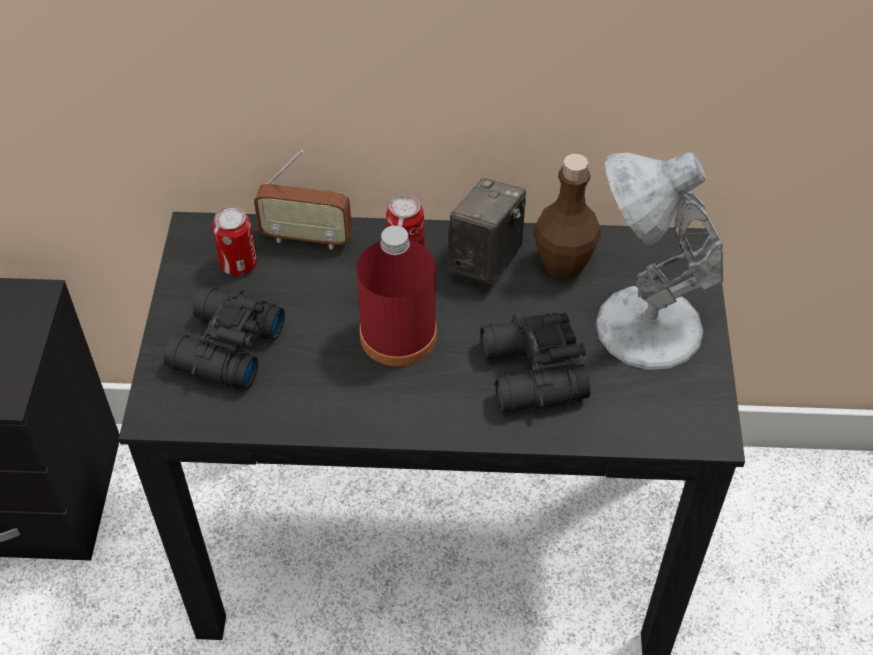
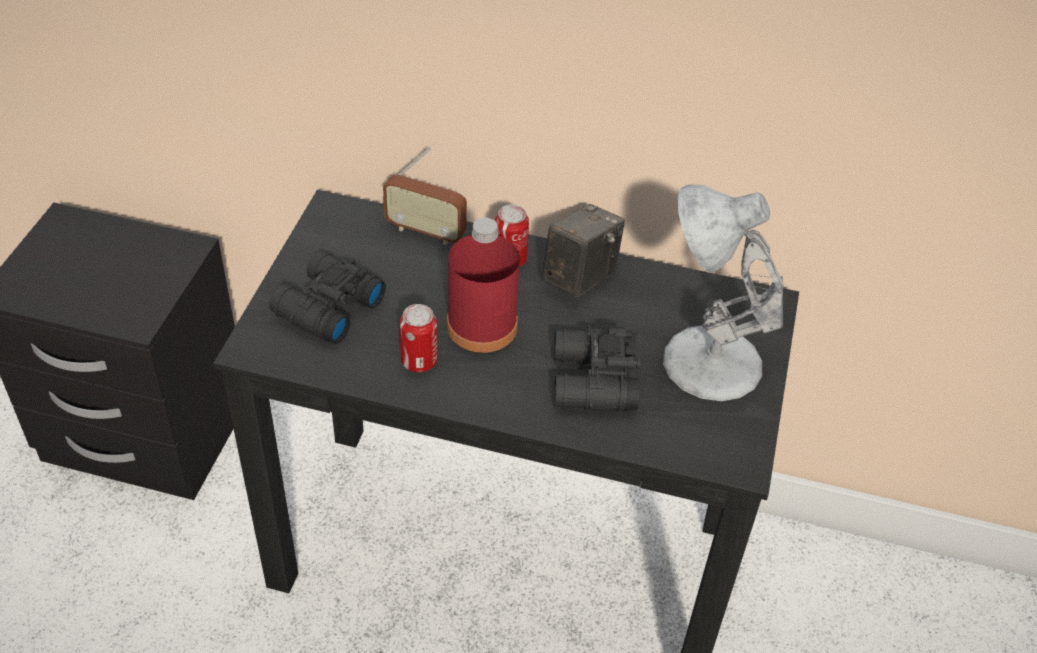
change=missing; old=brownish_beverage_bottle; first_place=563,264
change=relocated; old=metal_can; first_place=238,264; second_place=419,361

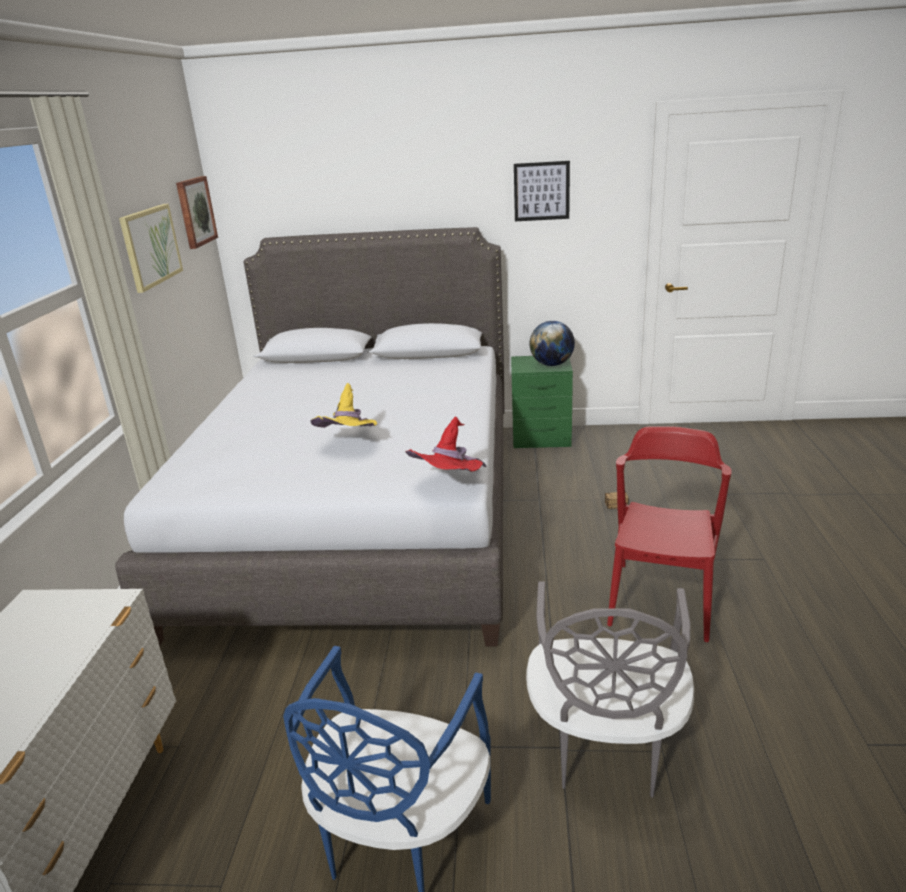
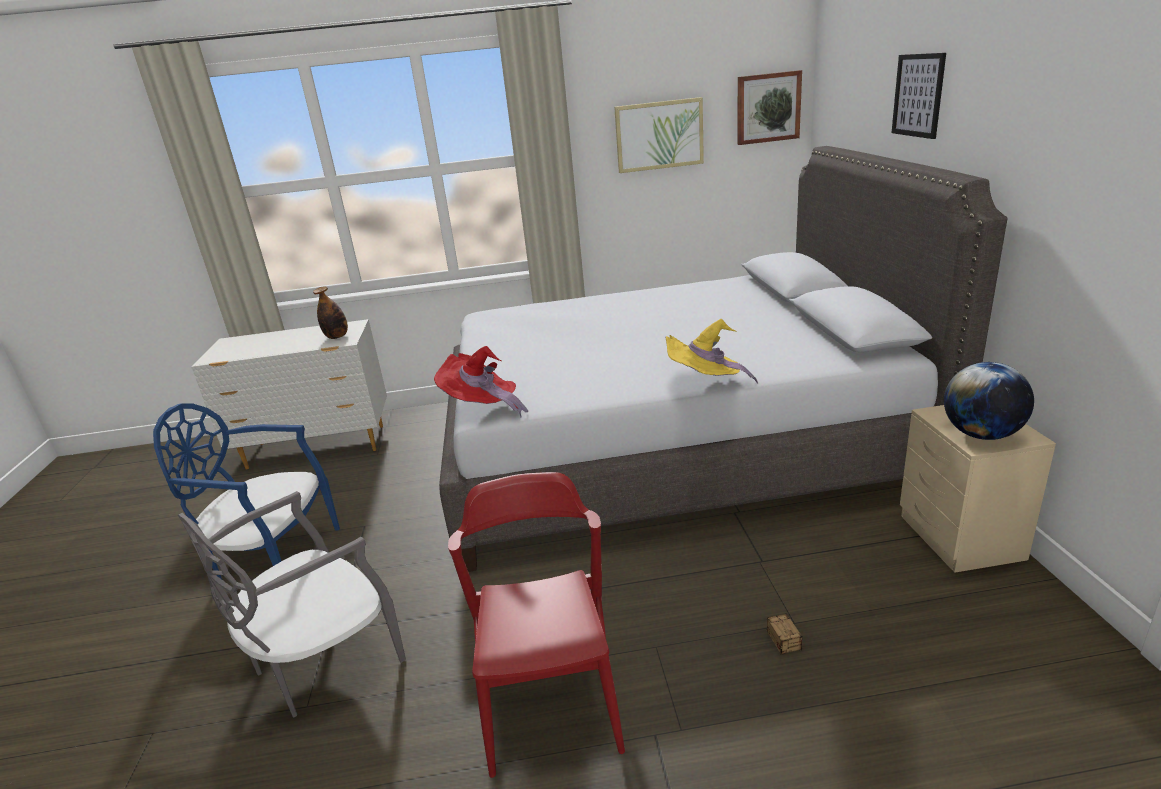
change=relocated; old=picture; first_place=541,191; second_place=918,95
change=colour; old=green_bedside_table; new=beige_bedside_table; first_place=542,438; second_place=959,538
change=relocated; old=yellow_clothing_hat; first_place=350,444; second_place=705,384
change=spun; old=red_chair; first_place=661,600; second_place=551,701; degrees=-105
change=spun; old=gray_chair; first_place=605,747; second_place=322,662; degrees=-45
change=appeared; new=beverage_bottle; second_place=337,337

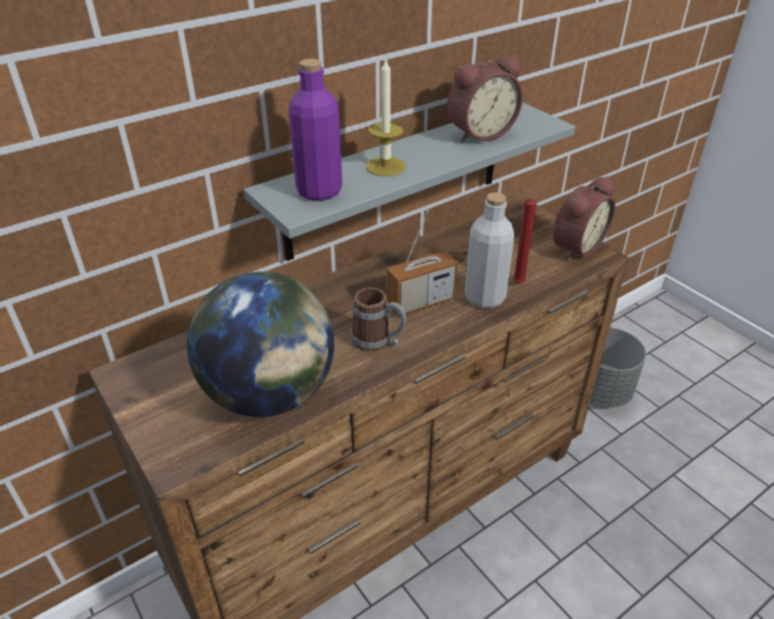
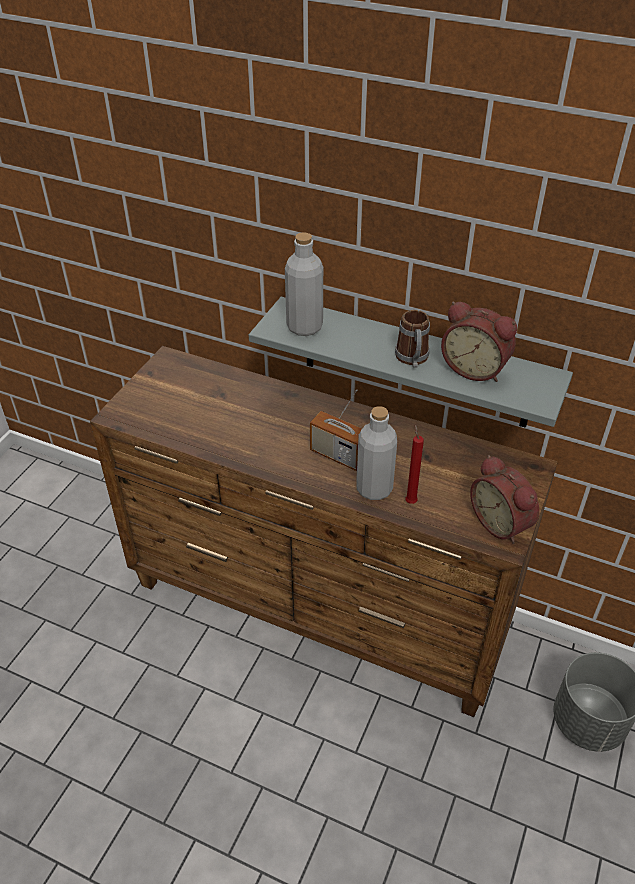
change=colour; old=purple-coloured_beverage_bottle; new=gray_beverage_bottle; first_place=319,191; second_place=304,327
change=missing; old=candle; first_place=385,166
change=spun; old=alarm_clock; first_place=575,247; second_place=502,522; degrees=45
change=missing; old=desk_globe; first_place=270,394
change=relocated; old=coffee_mug; first_place=378,341; second_place=412,359

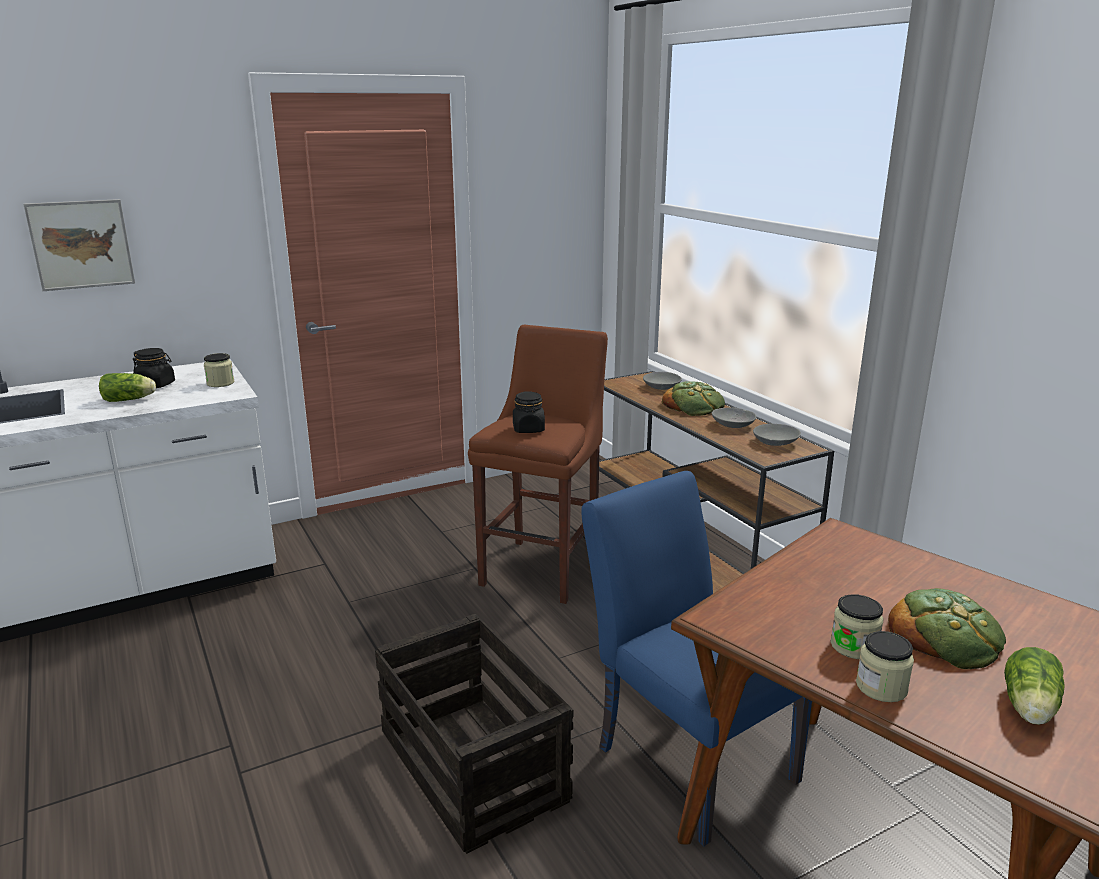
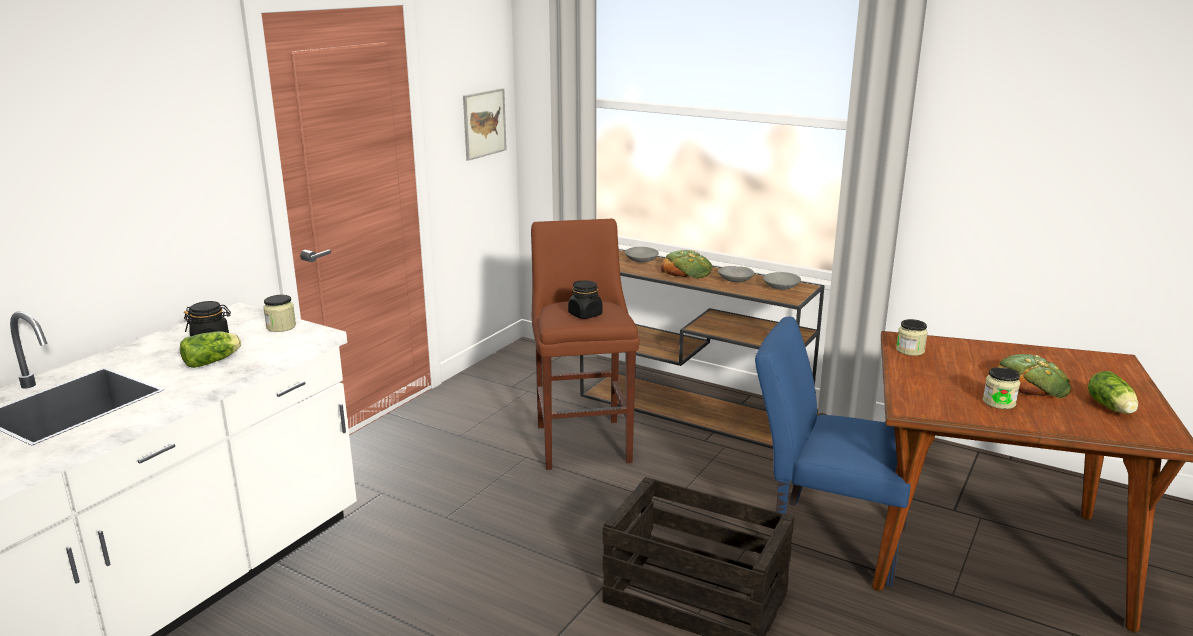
change=relocated; old=picture; first_place=81,244; second_place=484,123
change=relocated; old=jar; first_place=881,687; second_place=910,350

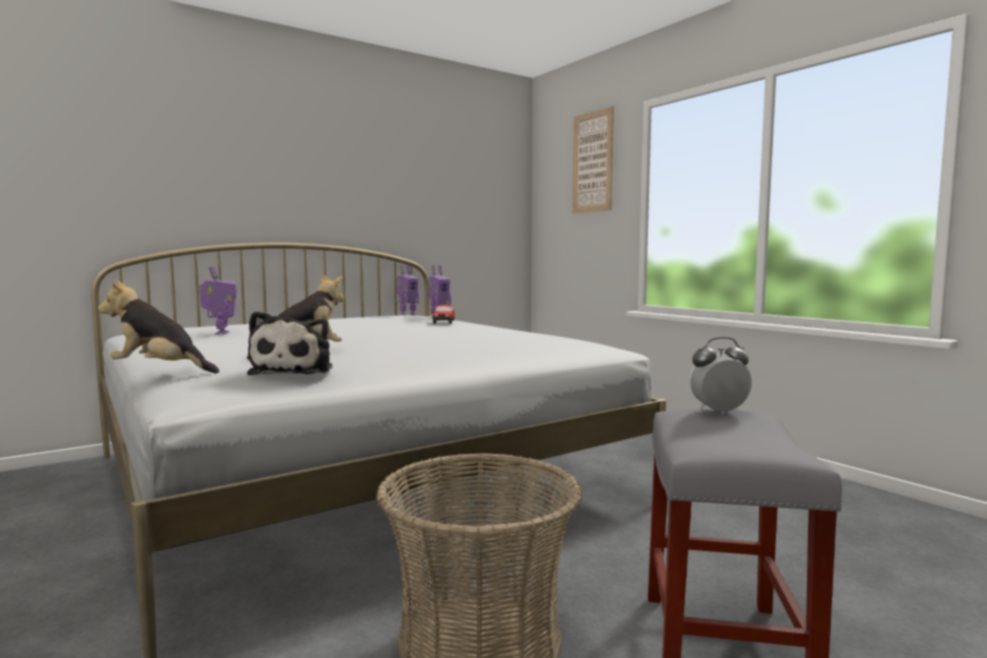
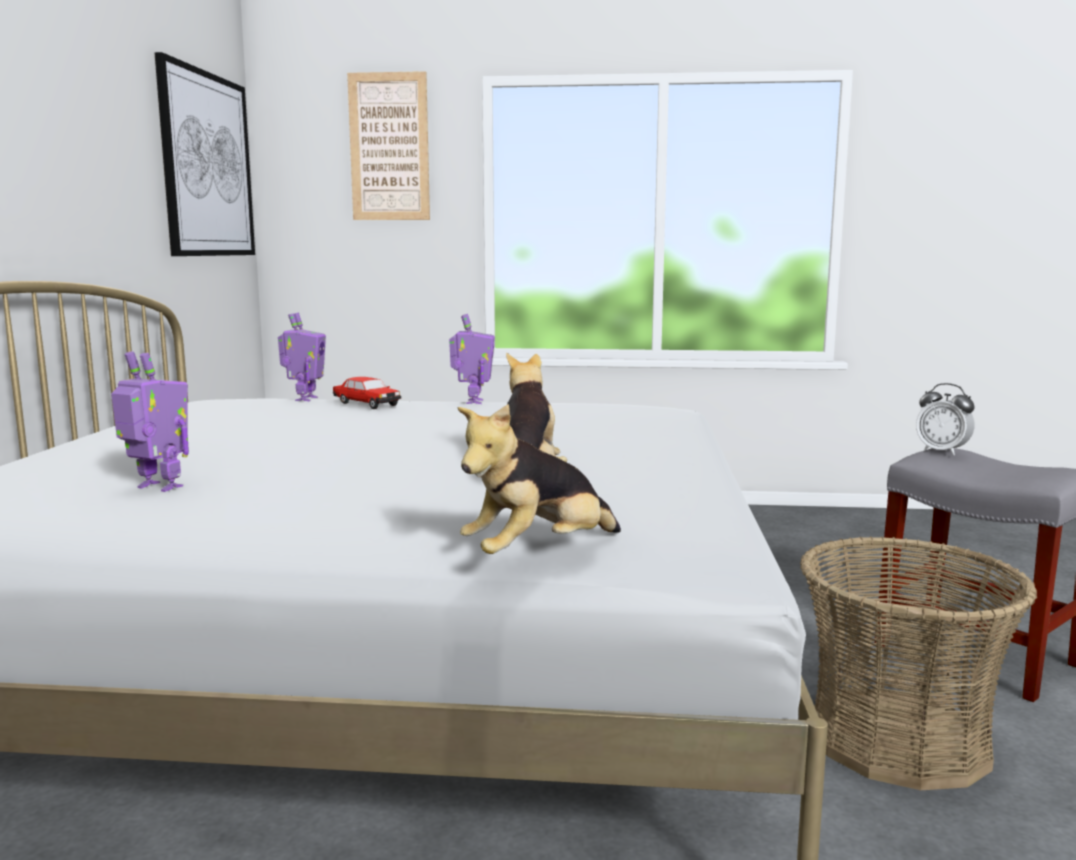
change=relocated; old=toy_robot; first_place=407,314; second_place=473,402
change=missing; old=cuddly_toy; first_place=295,371
change=spun; old=alarm_clock; first_place=718,411; second_place=942,451; degrees=-75
change=appeared; new=picture; second_place=207,165

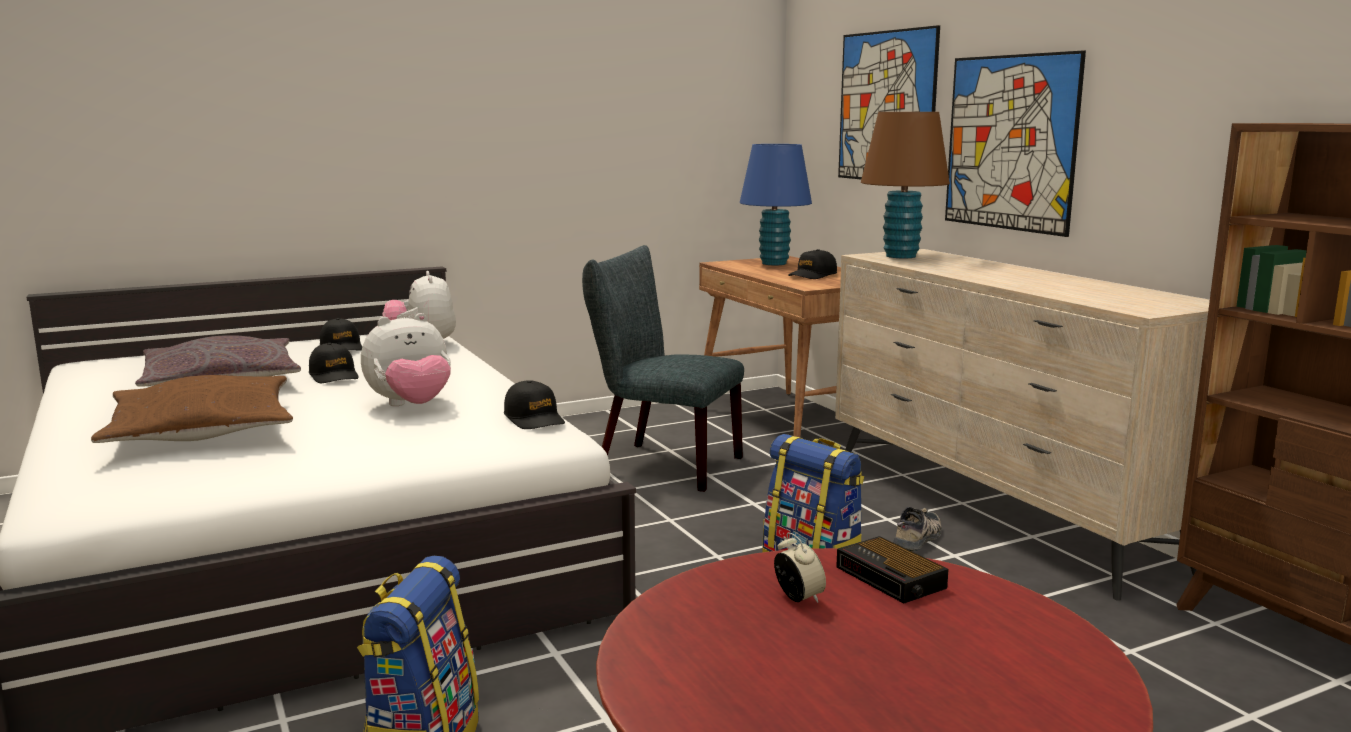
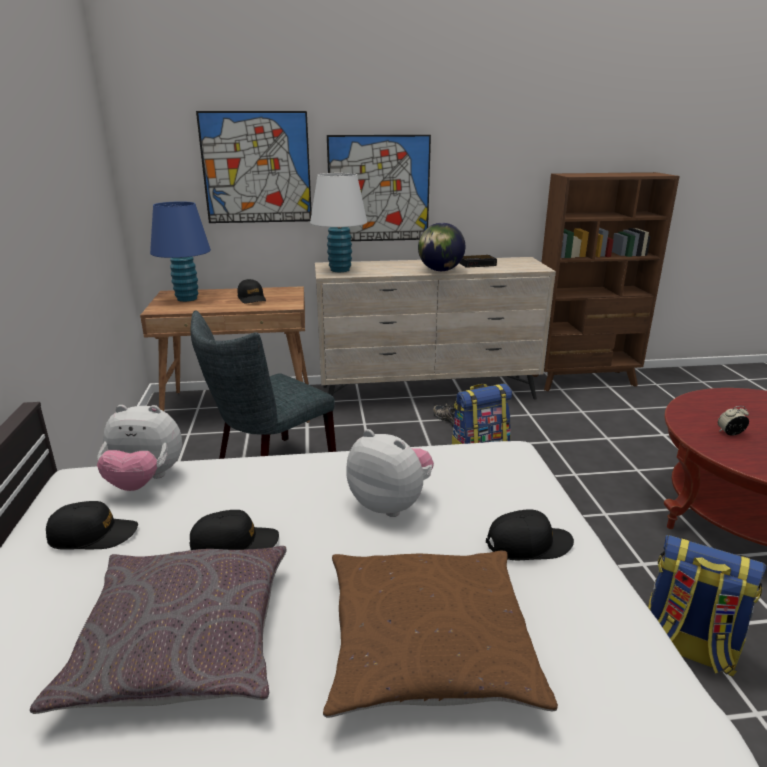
change=colour; old=brownish_tabletop_lamp; new=white-coloured_tabletop_lamp; first_place=901,256; second_place=340,270
change=spun; old=cuddly_toy; first_place=411,406; second_place=391,504; degrees=-45
change=relocated; old=black-coloured_cap; first_place=534,419; second_place=528,544
change=relocated; old=alarm_clock; first_place=892,578; second_place=478,264
change=appeared; new=desk_globe; second_place=440,270

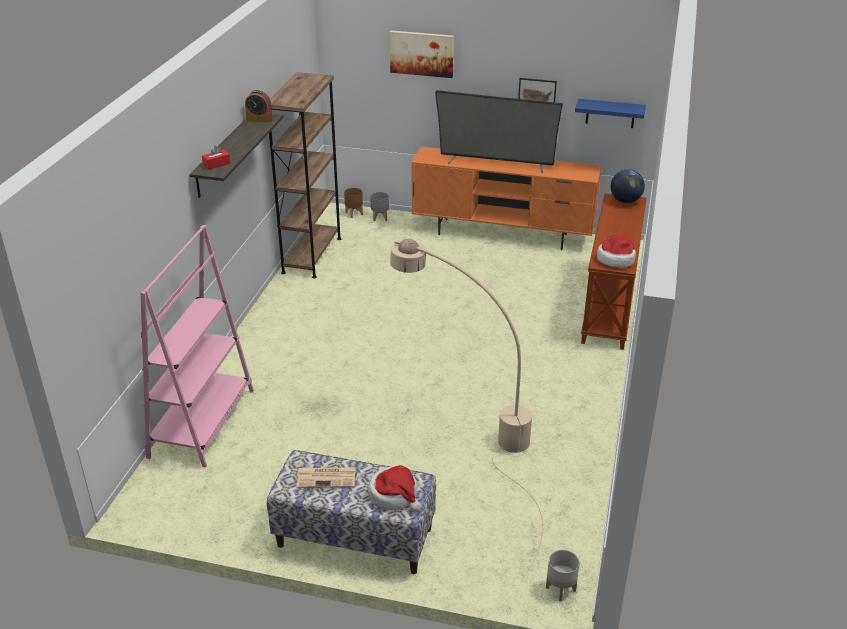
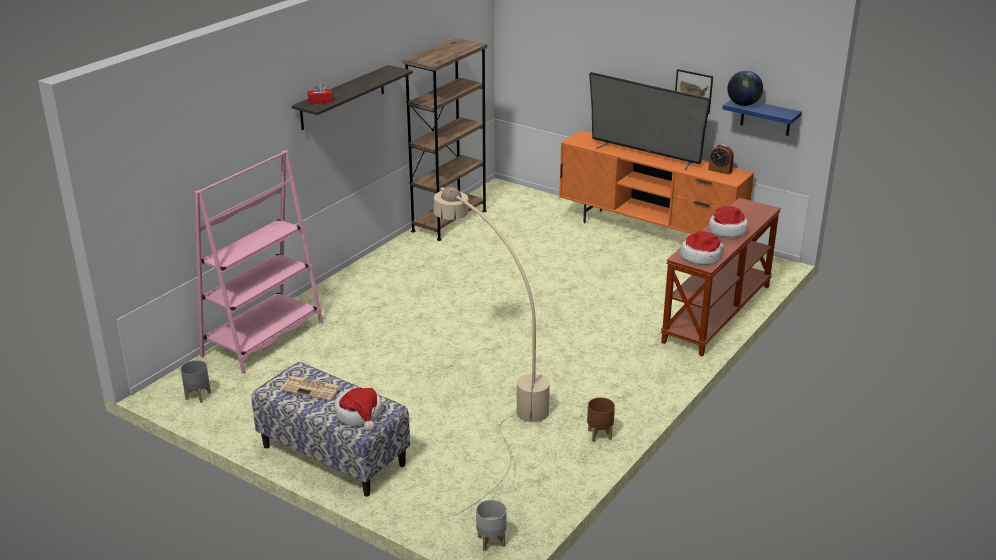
change=missing; old=picture; first_place=421,53
change=relocated; old=alarm_clock; first_place=259,119; second_place=720,170
change=relocated; old=desk_globe; first_place=625,201; second_place=743,104
change=relocated; old=brownish_plant_pot; first_place=353,214; second_place=599,435
change=relocated; old=gray_plant_pot; first_place=379,218; second_place=197,396
change=appeared; new=clothing_hat; second_place=727,230

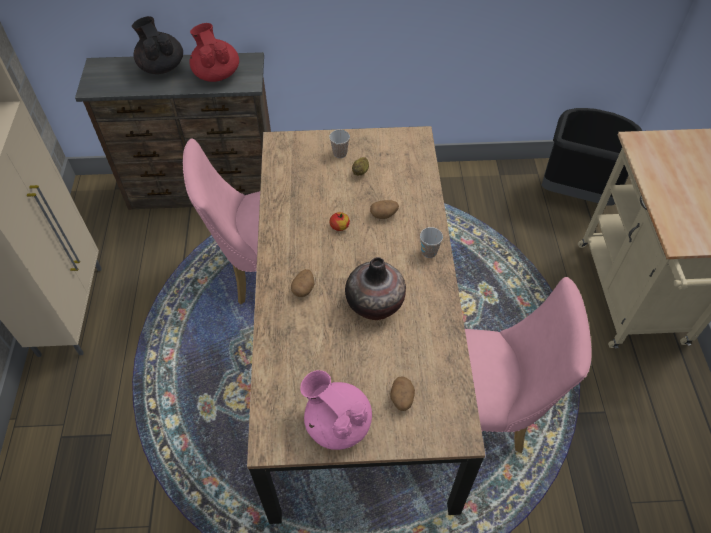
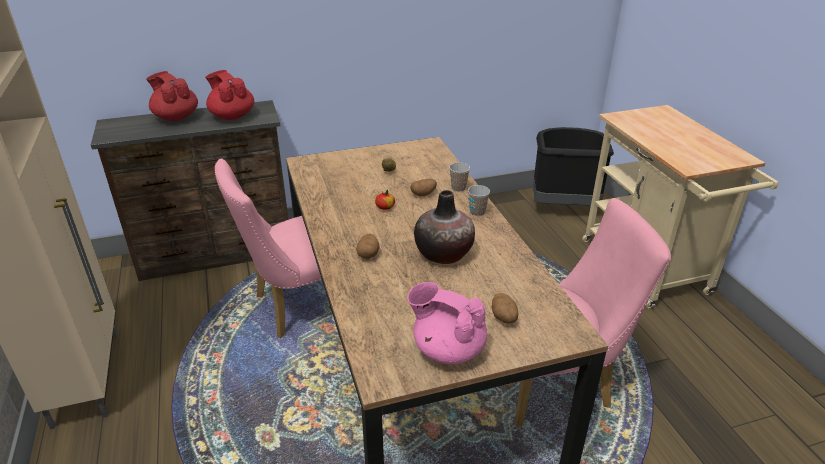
change=colour; old=black-coloured_pot_for_tea; new=red_pot_for_tea; first_place=161,66; second_place=176,117
change=relocated; old=drinking_cup; first_place=340,153; second_place=458,188

